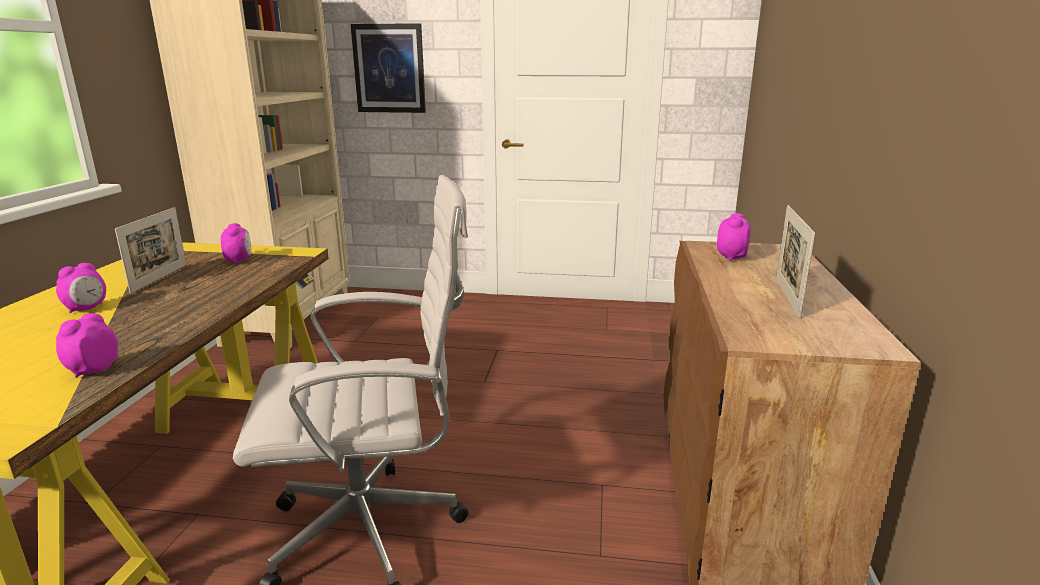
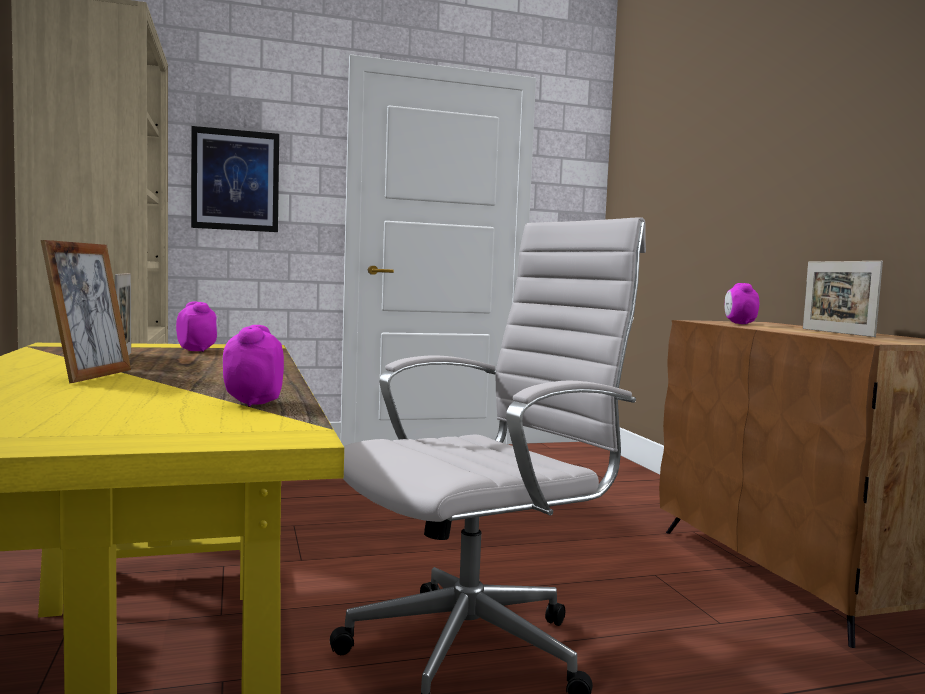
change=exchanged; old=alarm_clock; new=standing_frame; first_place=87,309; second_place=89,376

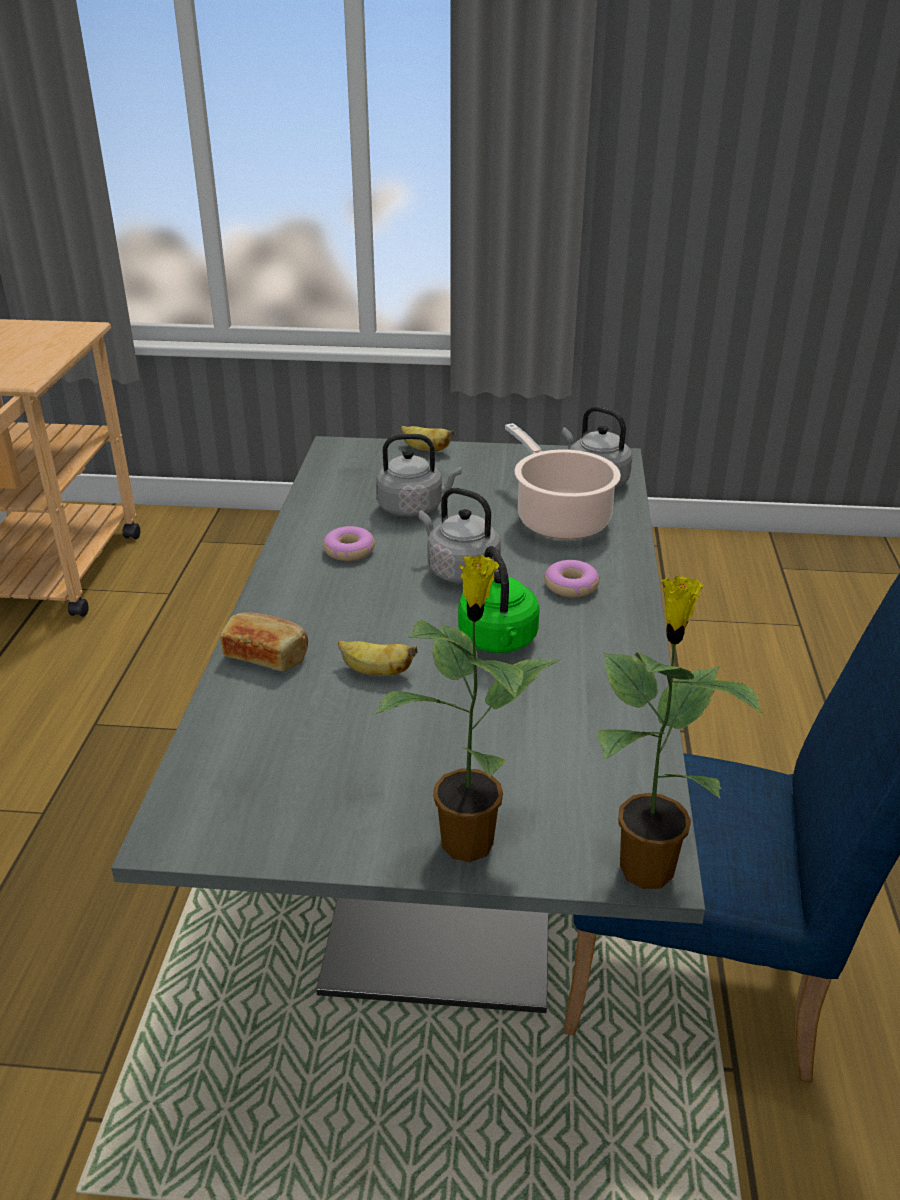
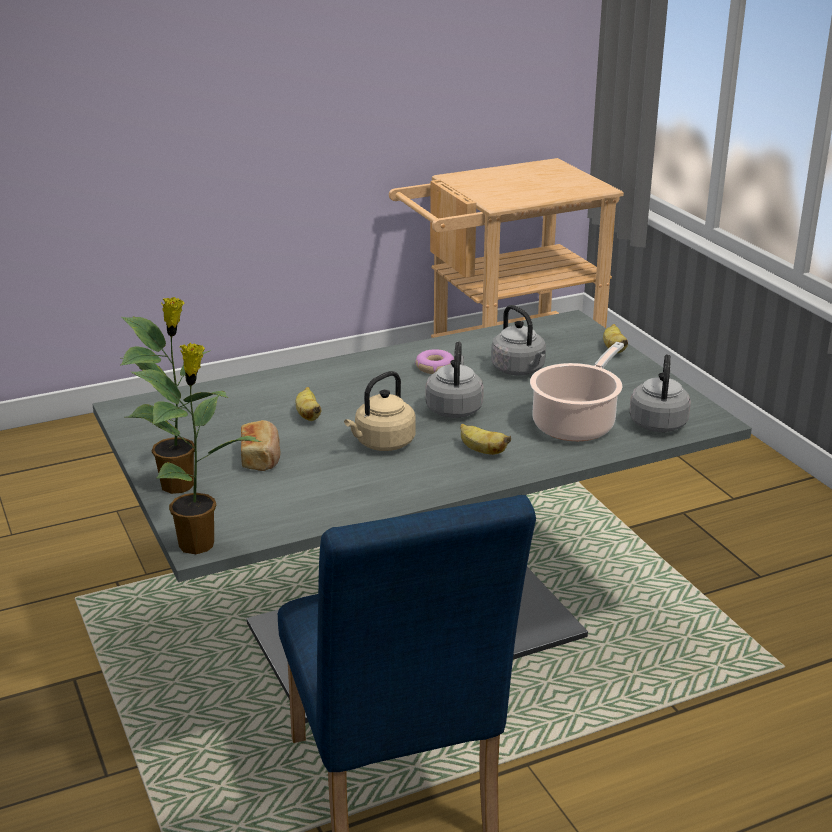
change=colour; old=green_kettle; new=beige_kettle; first_place=499,641; second_place=382,443
change=exchanged; old=doughnut; new=banana_fruit; first_place=571,586; second_place=481,451
change=relocated; old=baked_bread; first_place=266,655; second_place=261,457

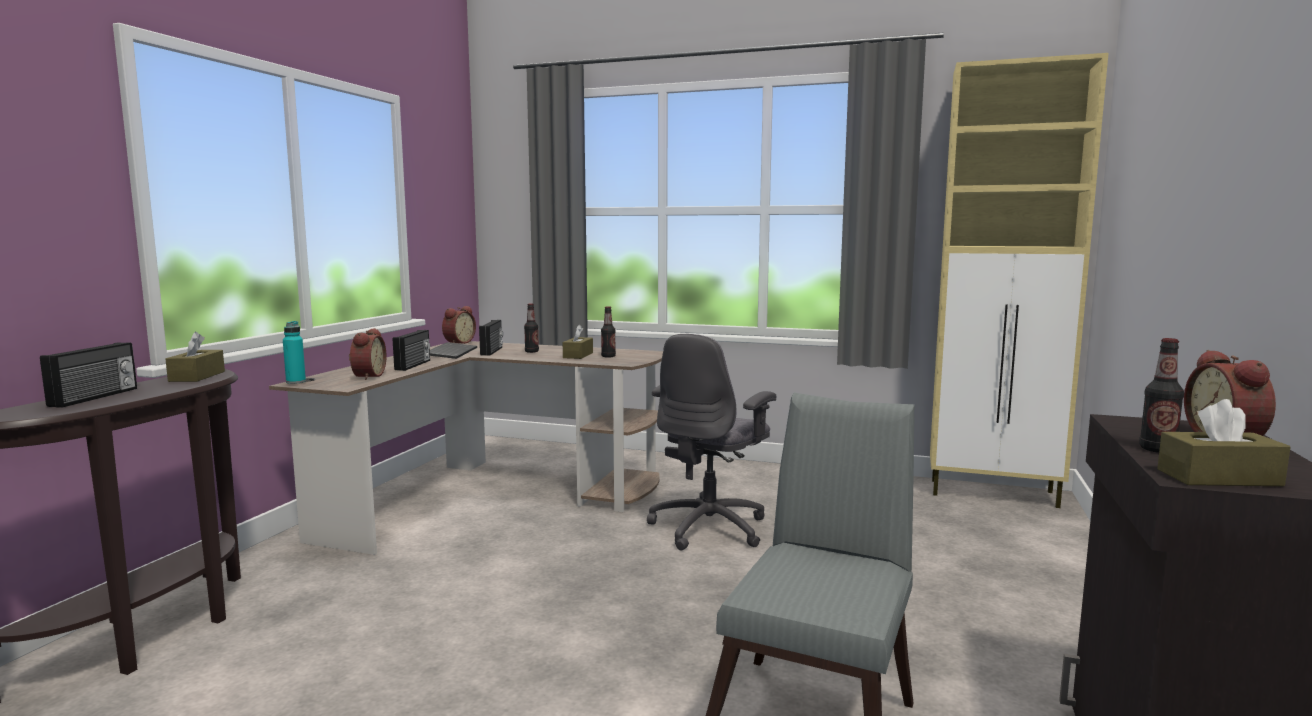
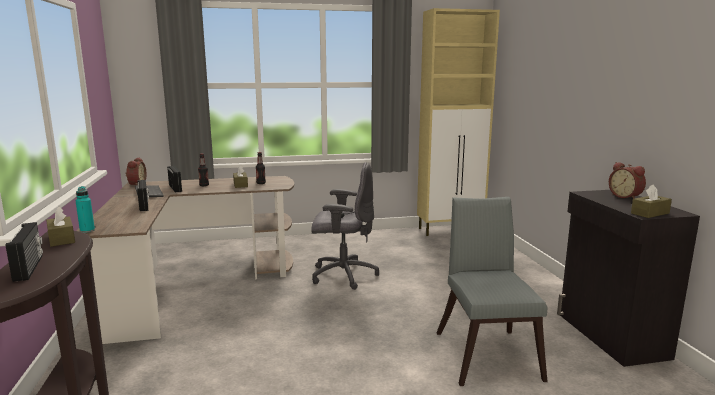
change=missing; old=alarm_clock; first_place=367,376
change=spun; old=gray_desk_chair; first_place=710,528; second_place=342,275; degrees=-90
change=missing; old=beverage_bottle; first_place=1157,449

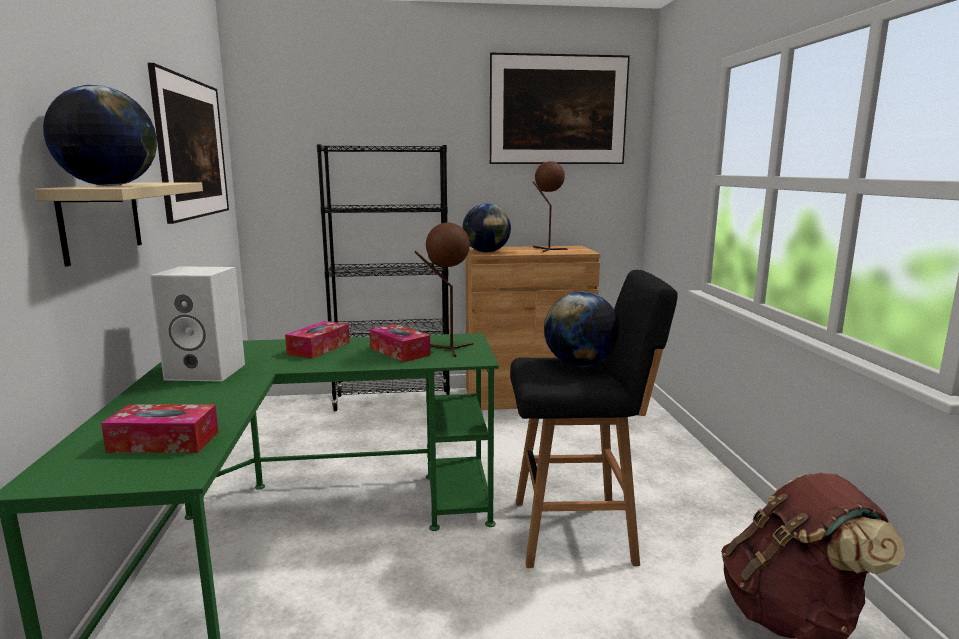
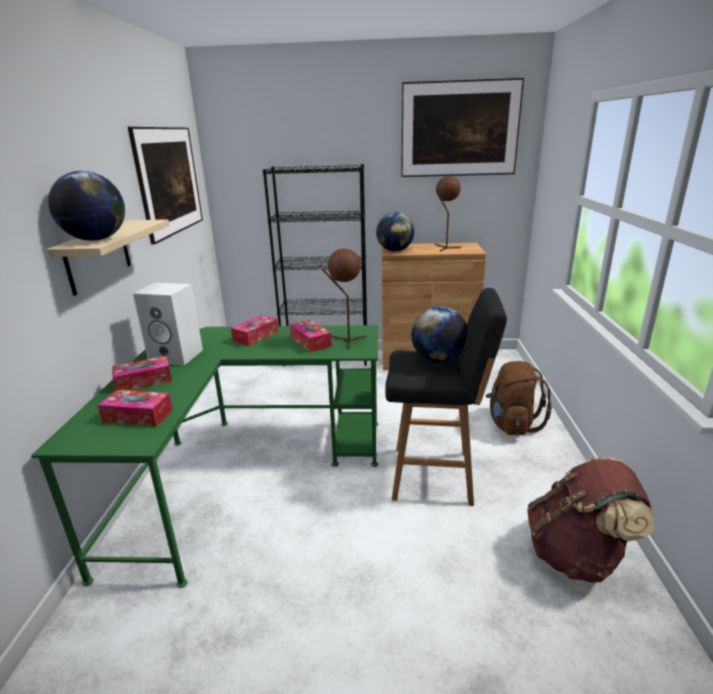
change=appeared; new=box_of_tissues; second_place=144,381
change=appeared; new=brownish_backpack; second_place=511,424

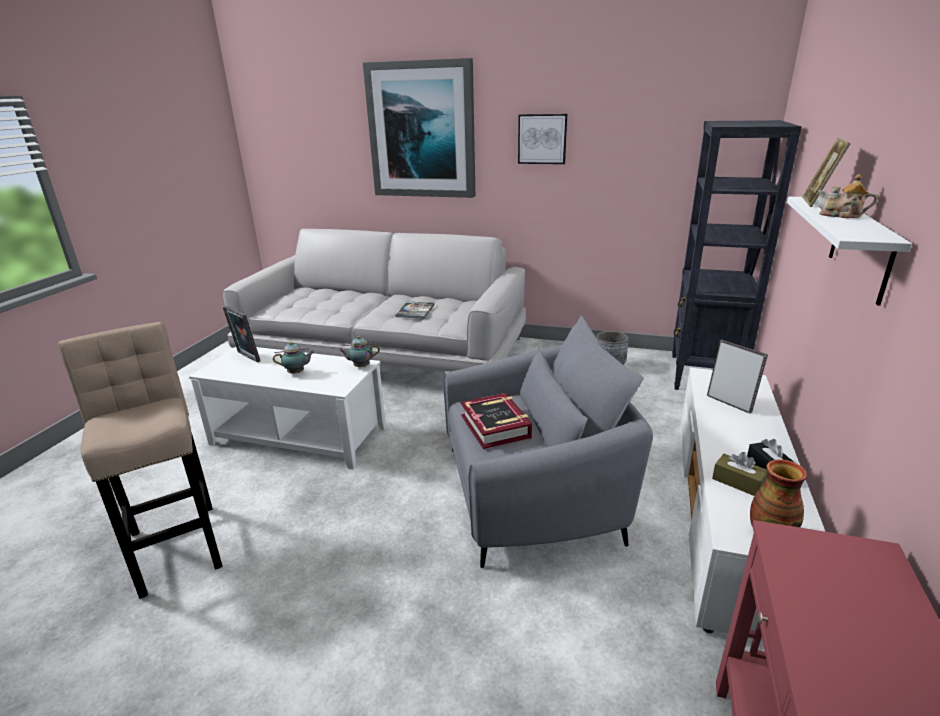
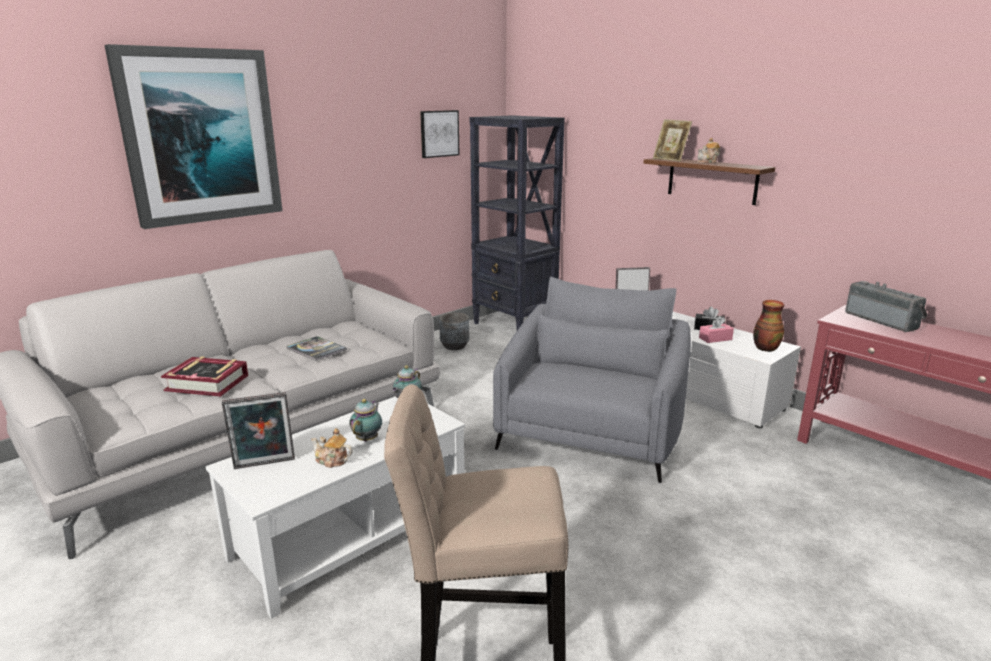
change=relocated; old=picture; first_place=542,139; second_place=439,133
change=colour; old=white-coloured_bracket_shelf; new=brownish_bracket_shelf; first_place=860,248; second_place=712,180
change=relocated; old=book; first_place=496,426; second_place=207,383
change=colour; old=brownish_box_of_tissues; new=pink-coloured_box_of_tissues; first_place=738,482; second_place=715,339
change=appeared; new=radio; second_place=883,320
change=appeared; new=pot_for_tea; second_place=332,461

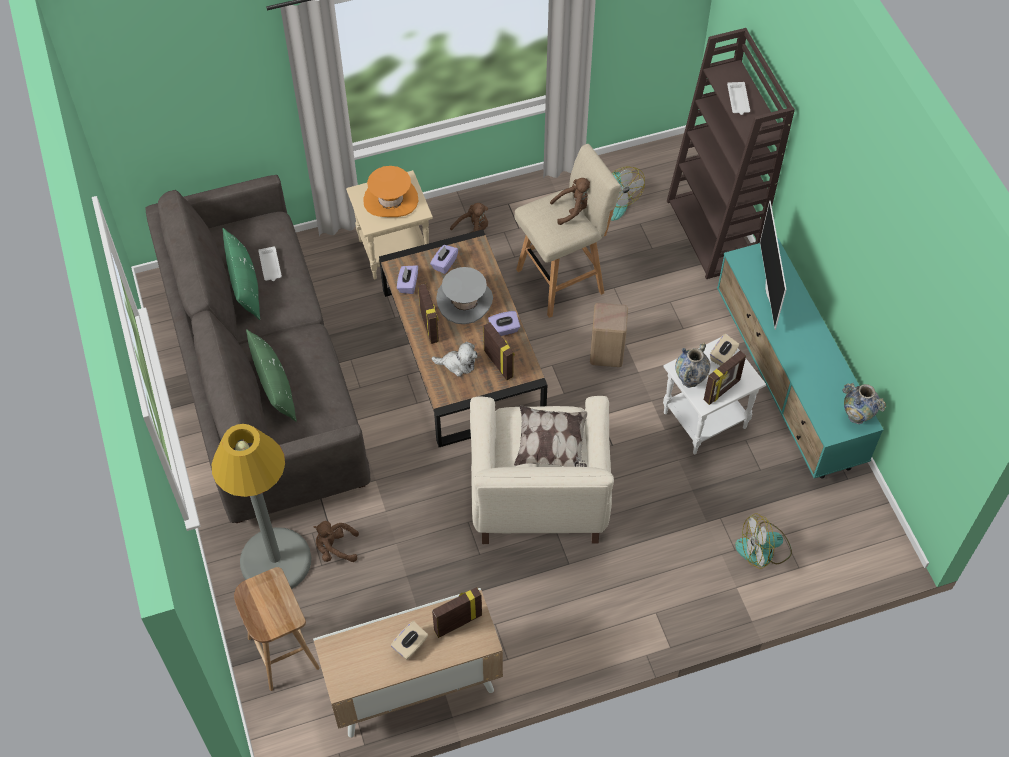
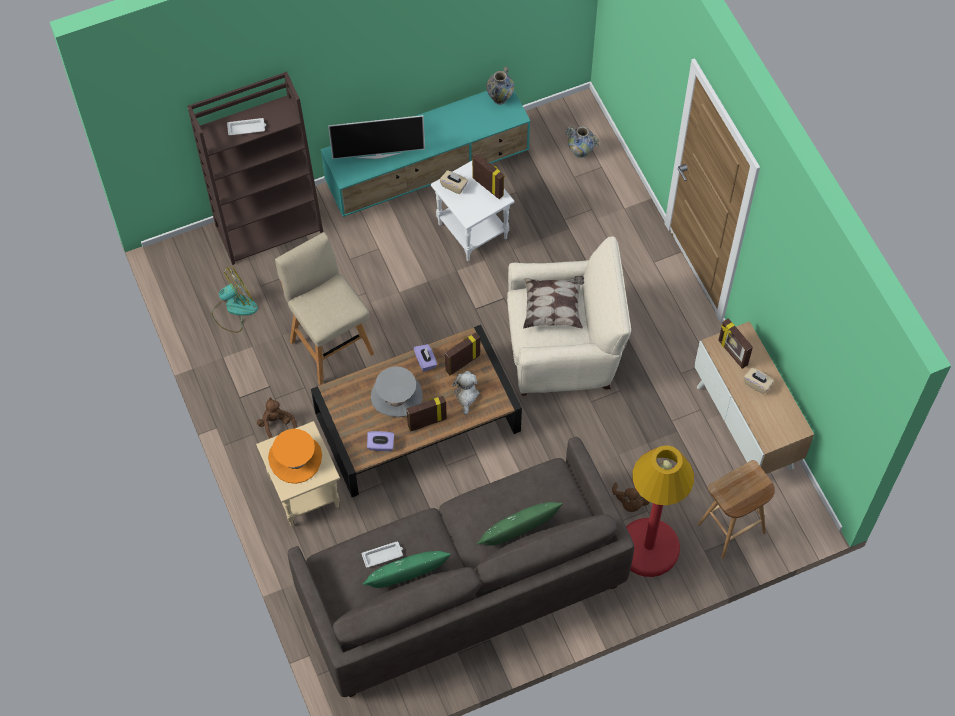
change=missing; old=brownish_cuddly_toy; first_place=573,209
change=missing; old=purple-coloured_box_of_tissues; first_place=444,264
change=missing; old=beige_stool; first_place=607,354
change=relocated; old=vase; first_place=690,380; second_place=580,152
change=colour; old=gray_standard_lamp; new=red_standard_lamp; first_place=275,561; second_place=648,548
change=missing; old=electric_fan; first_place=763,550

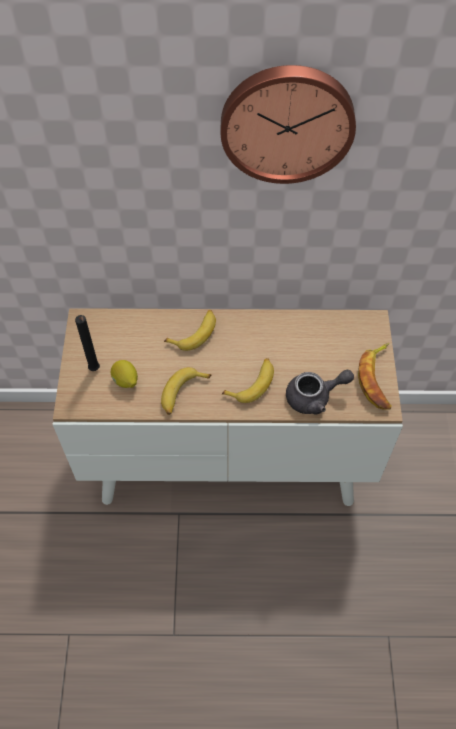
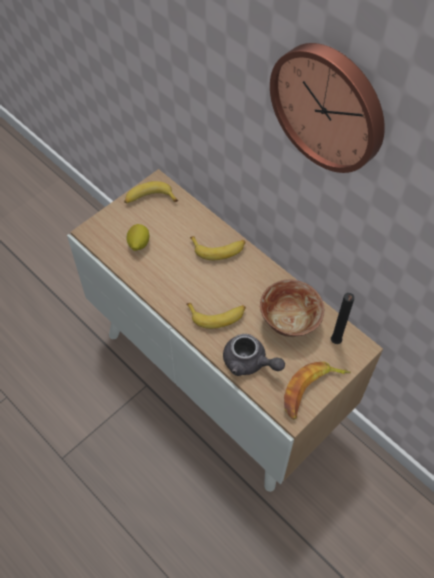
change=relocated; old=black-coloured_candle; first_place=95,370; second_place=335,343
change=relocated; old=banana_fruit; first_place=182,394; second_place=149,199
change=appeared; new=bowl; second_place=288,322

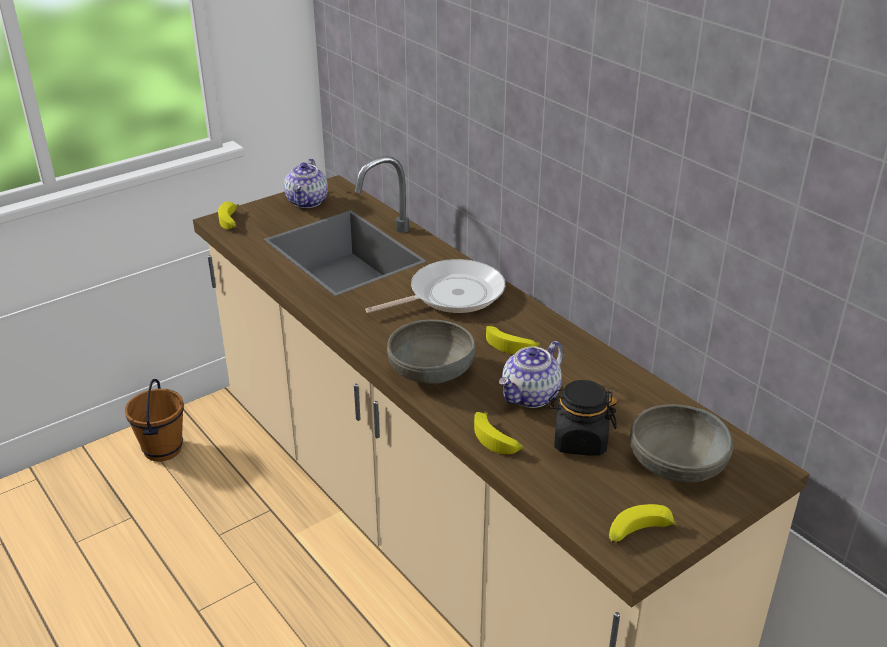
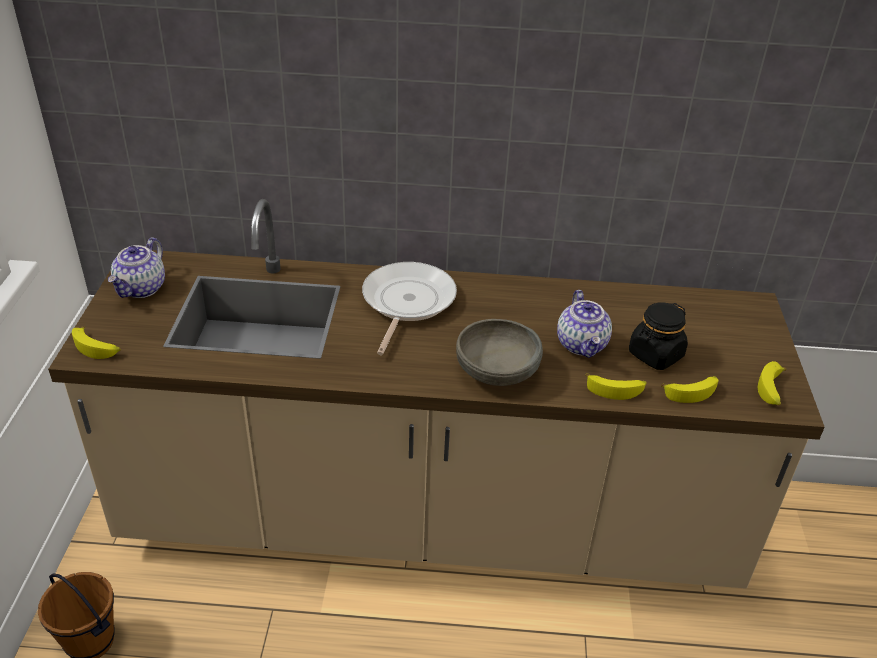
change=spun; old=pot_for_tea; first_place=307,202; second_place=141,288; degrees=60
change=relocated; old=banana_fruit; first_place=511,345; second_place=691,392
change=missing; old=gray_bowl; first_place=676,465

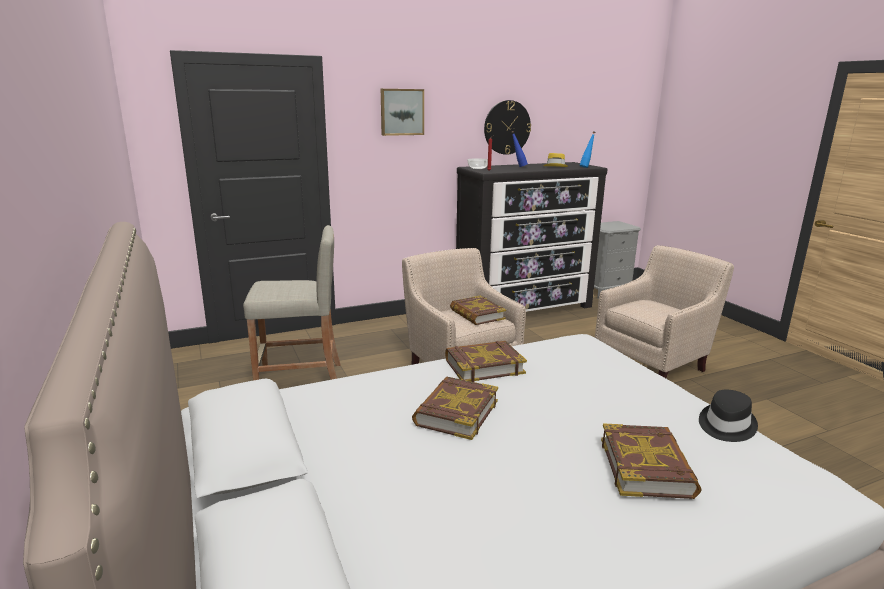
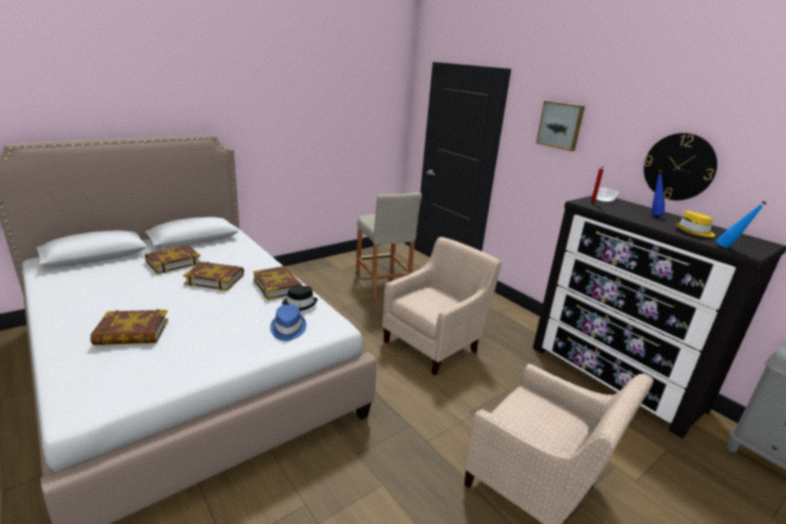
change=relocated; old=book; first_place=477,314; second_place=173,262
change=relocated; old=black-coloured_clothing_hat; first_place=725,425; second_place=299,304
change=appeared; new=blue-coloured_clothing_hat; second_place=287,328

